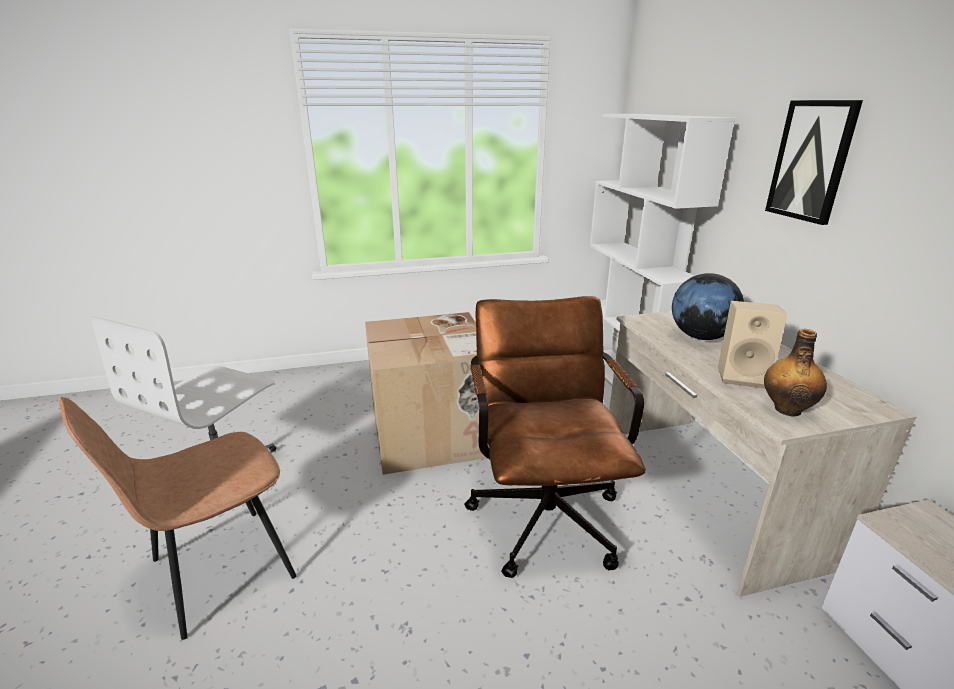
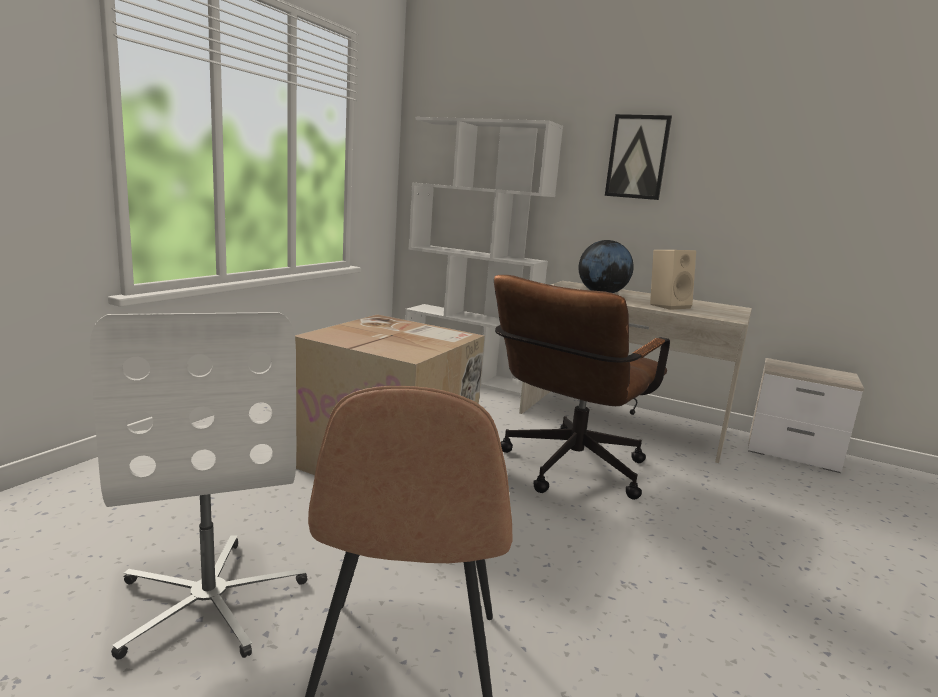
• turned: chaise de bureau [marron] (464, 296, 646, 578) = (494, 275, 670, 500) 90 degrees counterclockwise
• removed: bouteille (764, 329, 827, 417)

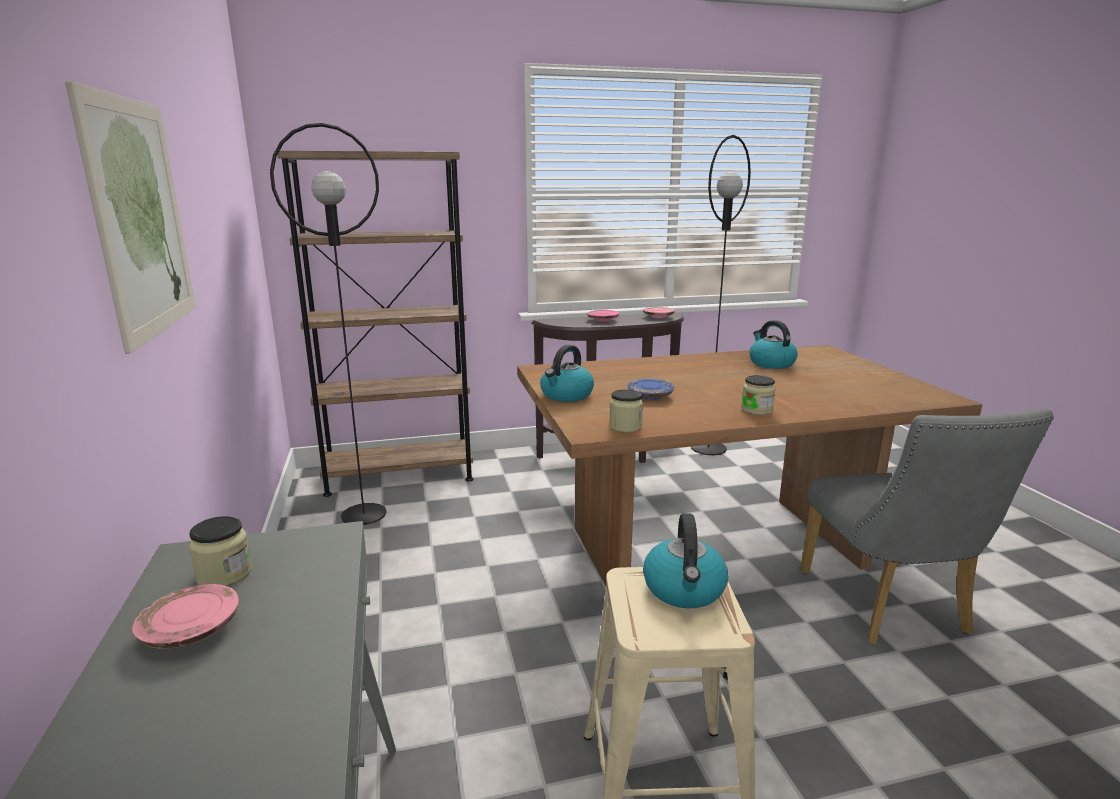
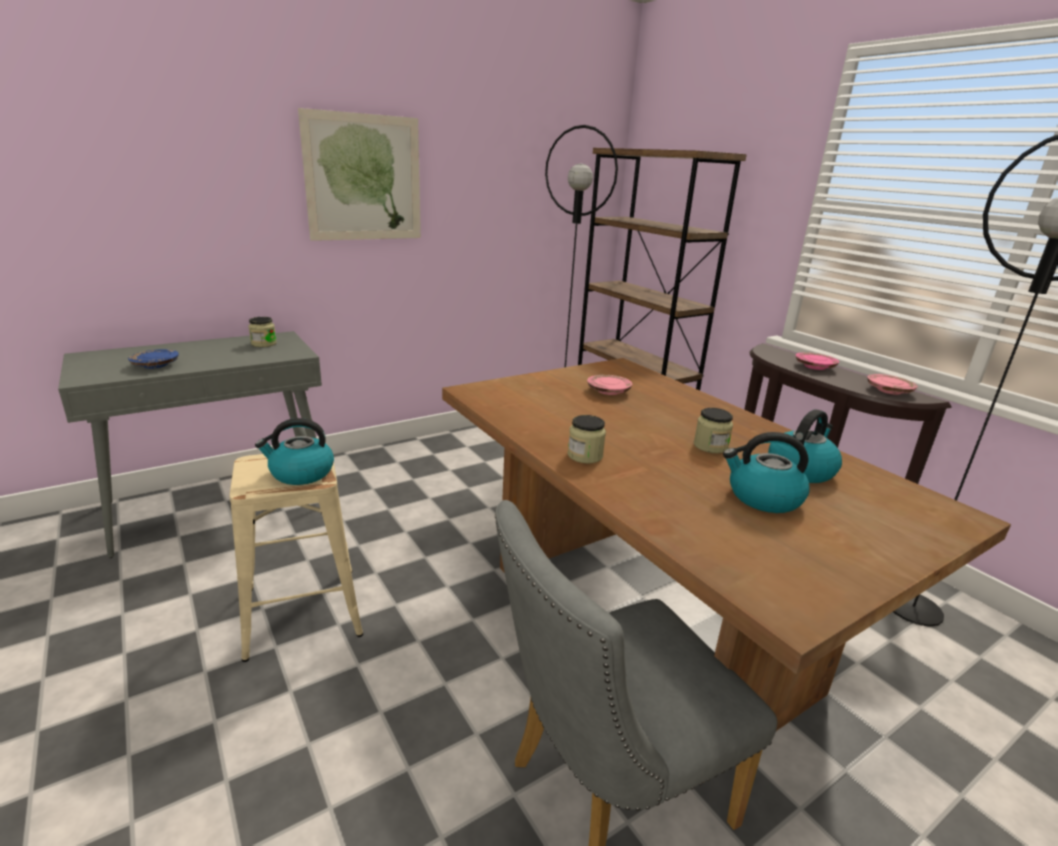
• moved: bouilloire (540, 345, 594, 402) to (723, 432, 810, 513)
• moved: assiette [bleu] (628, 379, 674, 400) to (128, 349, 179, 369)
• moved: bocal (609, 390, 643, 432) to (694, 408, 733, 453)
• moved: assiette [rose] (132, 584, 239, 649) to (587, 375, 632, 395)

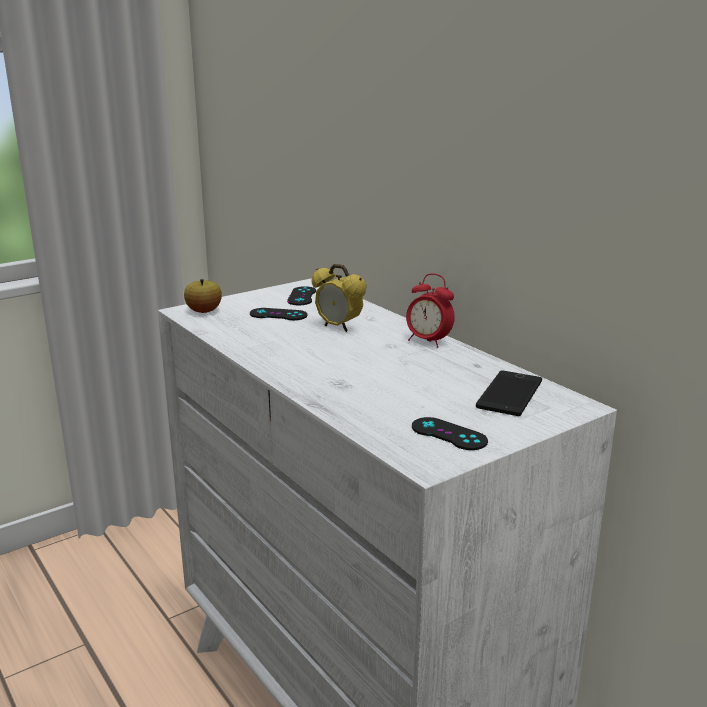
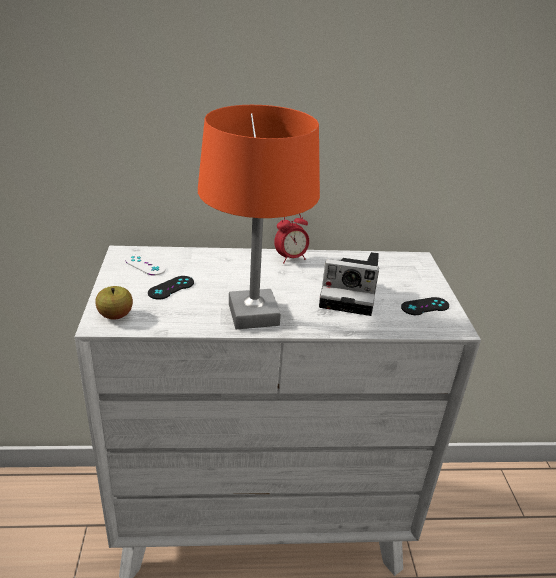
• removed: réveil (312, 264, 366, 332)
• recoloured: manette [noir] (287, 286, 316, 305) to manette [blanc] (125, 254, 166, 276)
• removed: téléphone (476, 370, 542, 416)
• added: lampe de table [orange] (198, 105, 320, 329)
• added: appareil photo (319, 252, 379, 316)

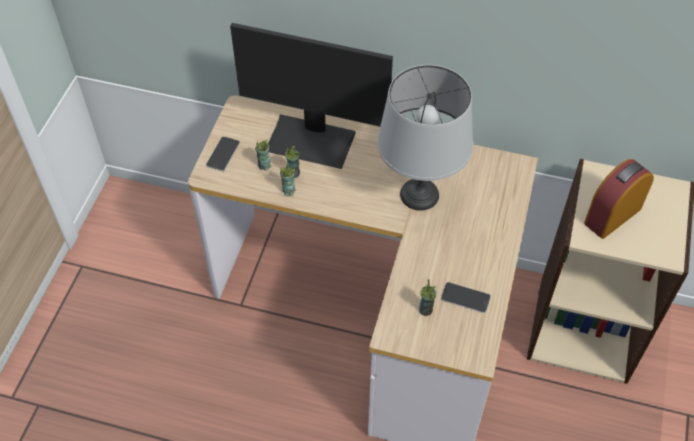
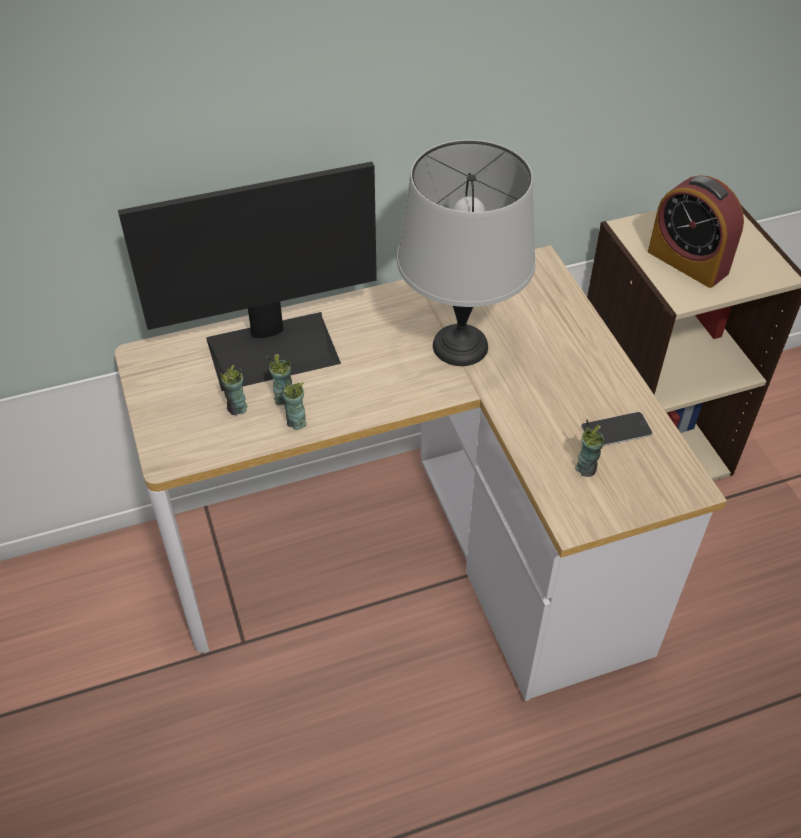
• removed: téléphone (206, 136, 240, 171)
• turned: réveil (584, 159, 654, 239) = (648, 175, 744, 288) 60 degrees counterclockwise

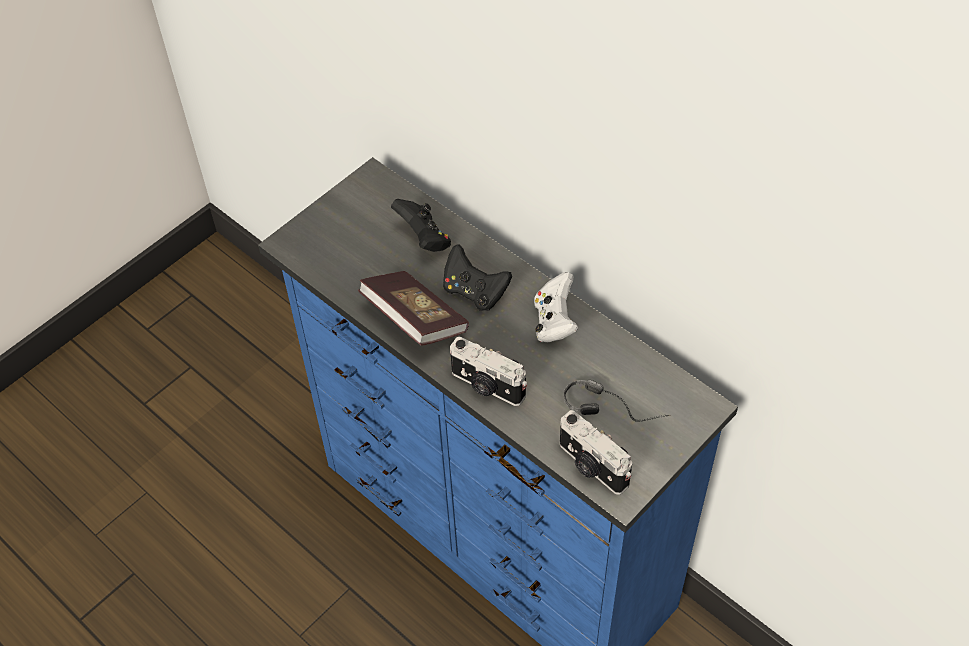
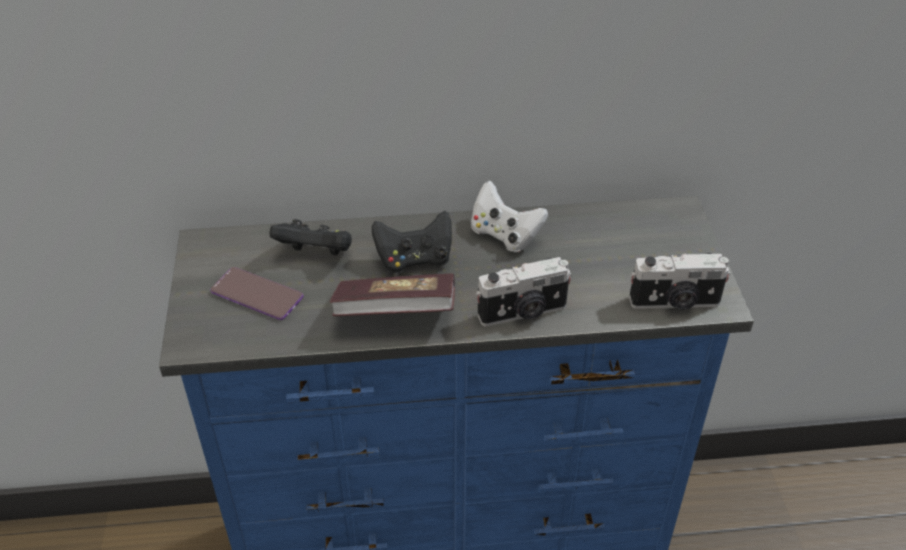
• removed: casque audio (563, 380, 671, 422)
• added: téléphone (211, 267, 303, 320)

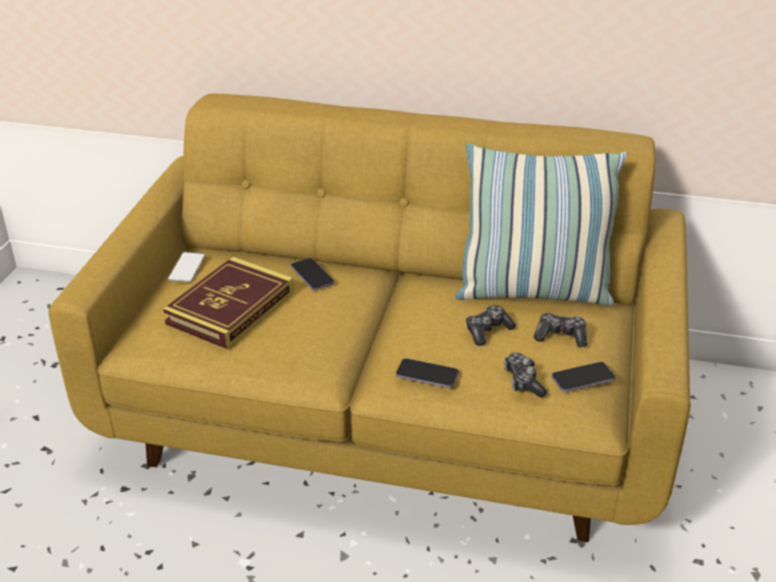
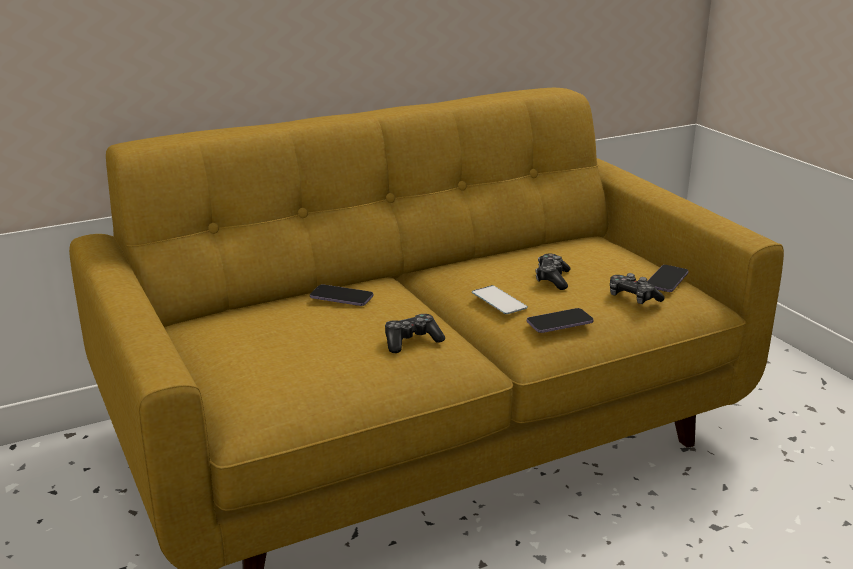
• removed: coussin (455, 143, 627, 305)
• moved: téléphone (168, 252, 205, 282) to (472, 285, 528, 314)
• removed: livre (163, 257, 294, 349)
• moved: manette (534, 313, 587, 347) to (385, 314, 445, 353)

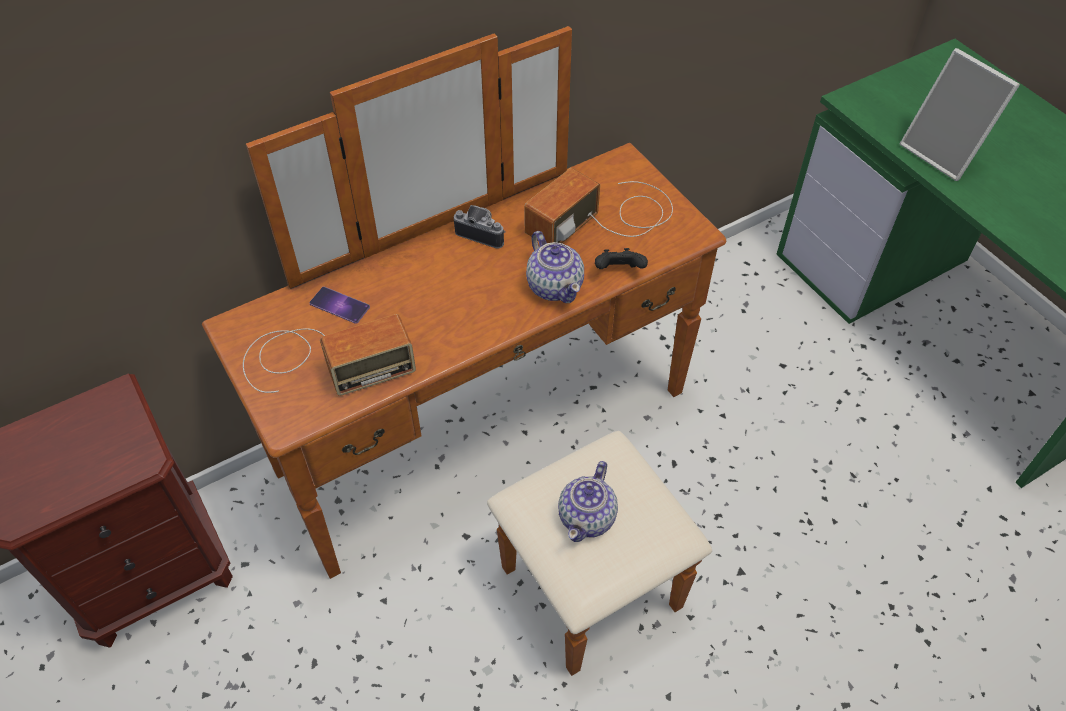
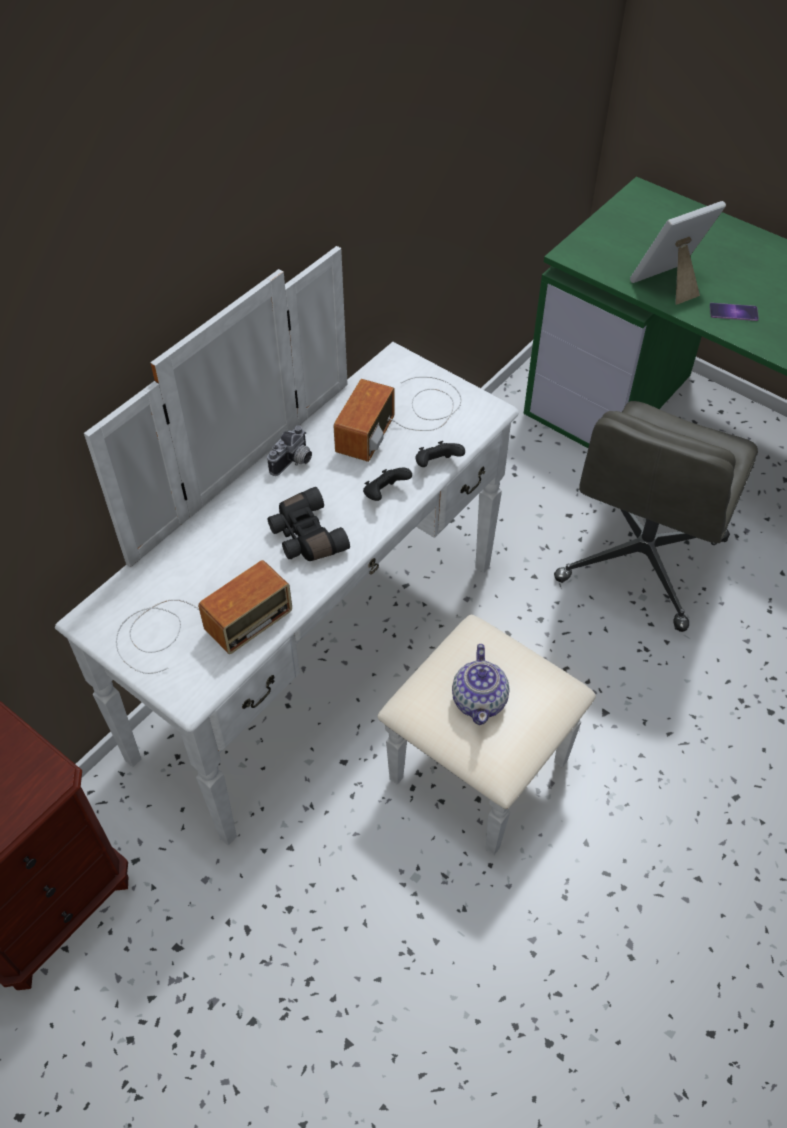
• recoloured: commode [marron] (202, 26, 726, 676) to commode [blanc] (55, 246, 596, 855)
• turned: cadre photo (900, 48, 1020, 181) = (630, 201, 726, 305) 120 degrees clockwise
• turned: appareil photo (454, 205, 506, 248) = (267, 426, 312, 476) 120 degrees clockwise
• replaced: théière (526, 231, 584, 303) to manette [noir] (363, 468, 412, 501)
• moved: téléphone (309, 287, 370, 324) to (710, 303, 759, 321)
• added: chaise de bureau [gris] (554, 401, 758, 632)
• added: jumelles [noir] (268, 487, 350, 561)

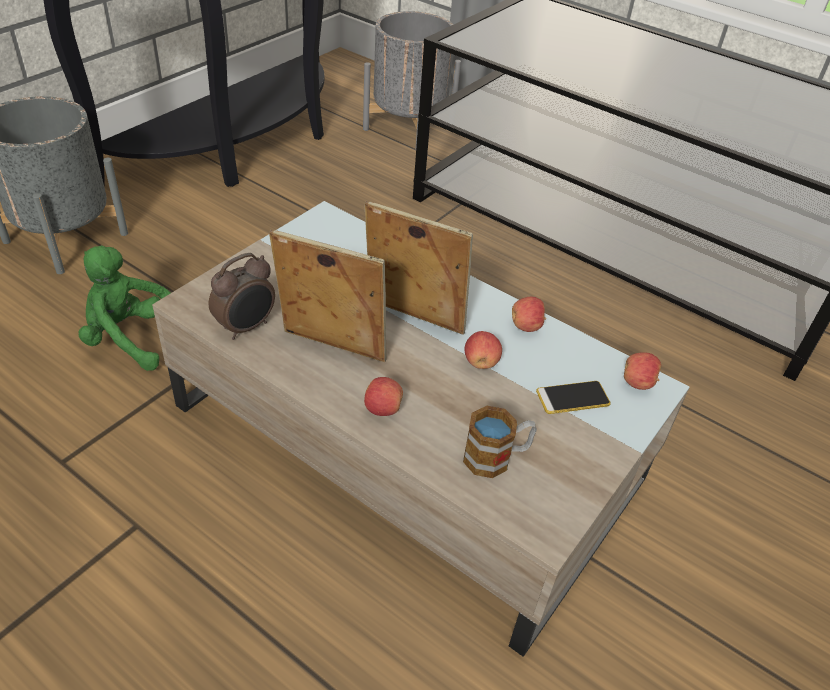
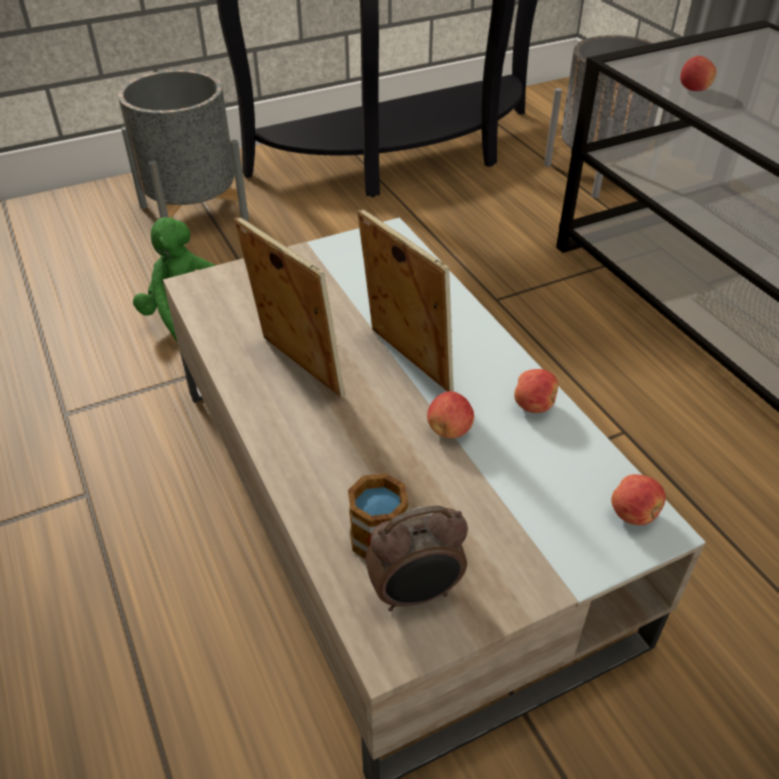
• moved: réveil (209, 253, 275, 340) to (365, 506, 468, 611)
• moved: pomme (364, 377, 403, 416) to (680, 56, 716, 91)
• removed: téléphone (536, 381, 611, 414)

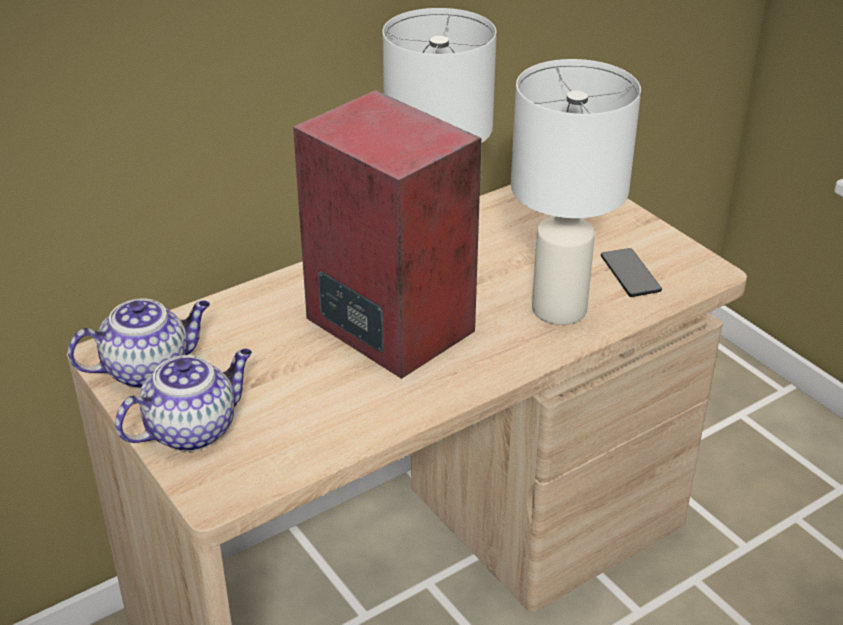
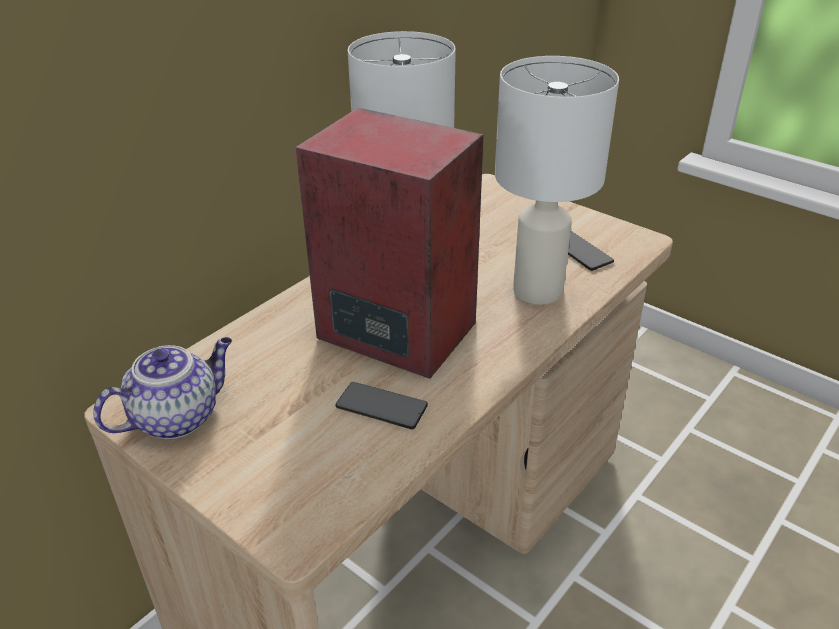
• removed: théière (115, 349, 252, 452)
• added: téléphone (336, 382, 428, 429)

